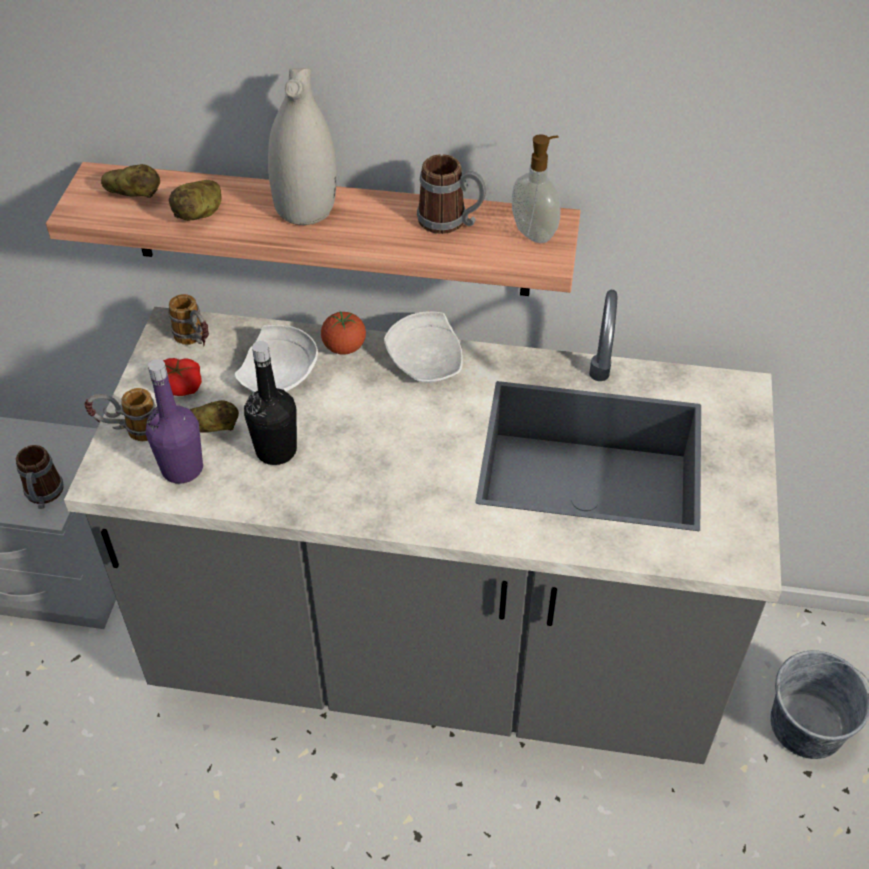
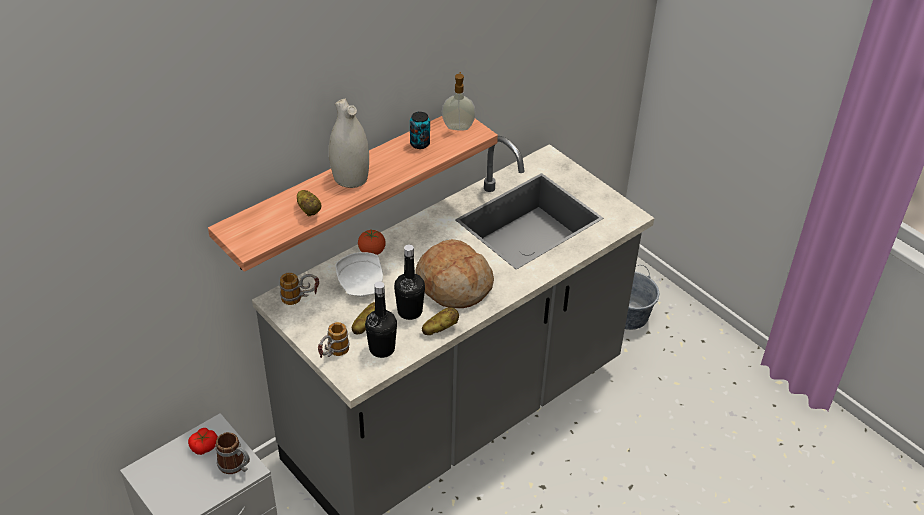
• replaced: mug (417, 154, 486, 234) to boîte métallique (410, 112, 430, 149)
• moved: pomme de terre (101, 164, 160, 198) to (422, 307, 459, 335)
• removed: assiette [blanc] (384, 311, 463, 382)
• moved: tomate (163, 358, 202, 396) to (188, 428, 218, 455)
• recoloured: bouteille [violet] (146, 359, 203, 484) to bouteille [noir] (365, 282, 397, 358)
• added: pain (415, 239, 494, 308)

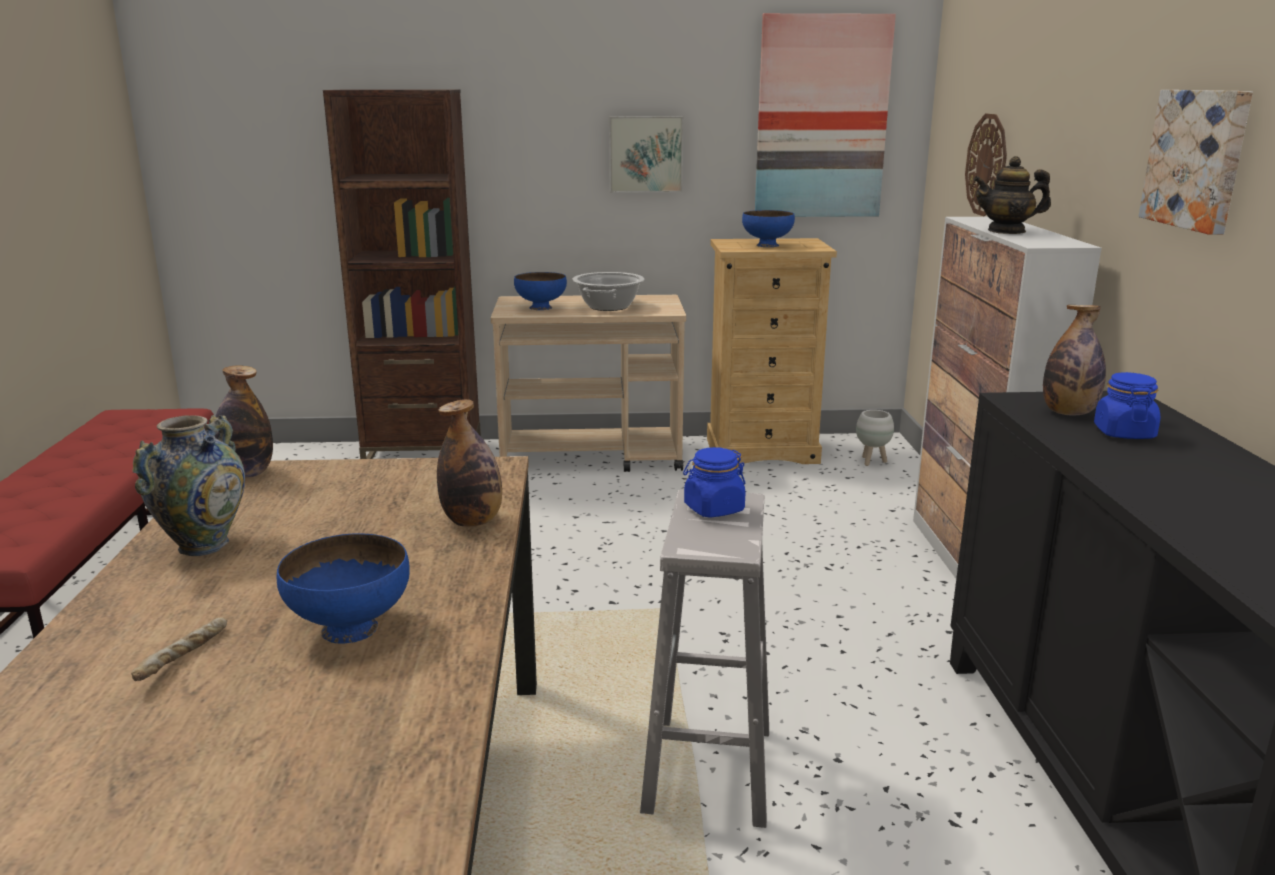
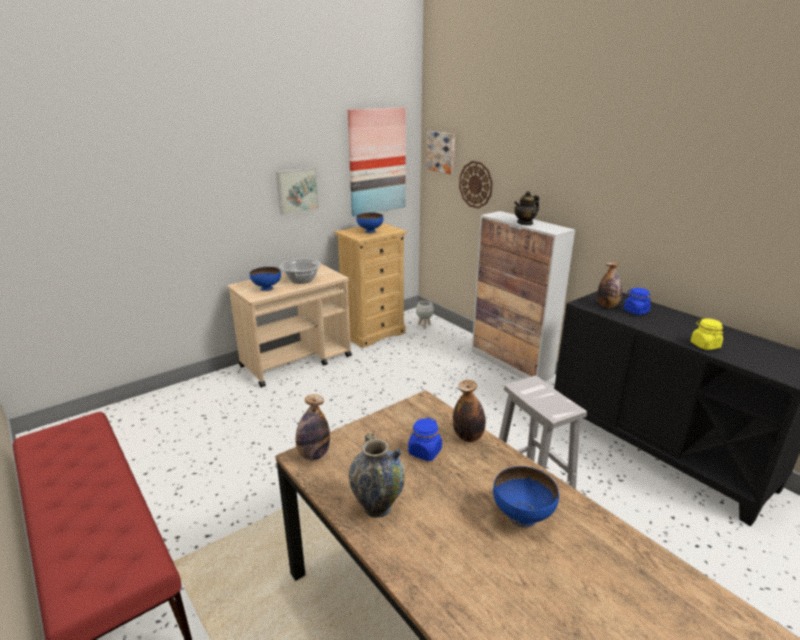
• removed: bibliothèque [marron] (323, 89, 481, 459)
• moved: tableau (1139, 90, 1253, 235) to (426, 131, 455, 174)
• moved: bocal [bleu] (683, 447, 746, 518) to (408, 417, 442, 461)
• removed: pain (131, 618, 227, 681)
• added: bocal [jaune] (691, 319, 723, 350)

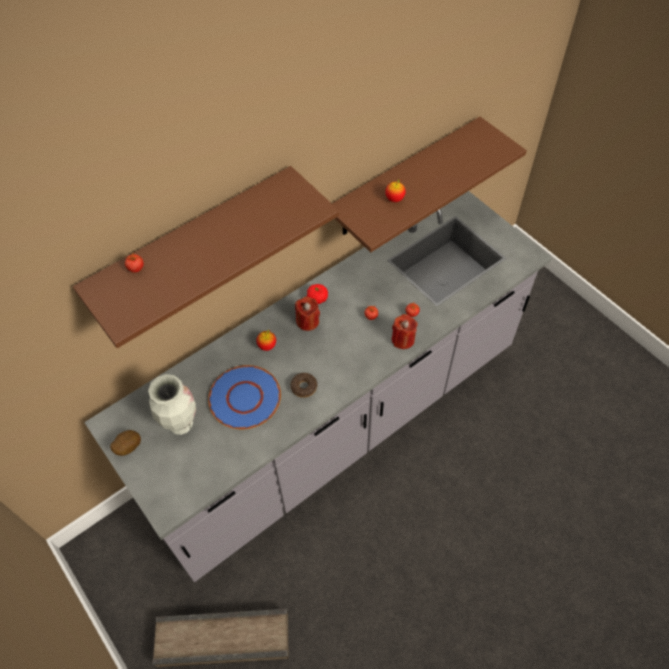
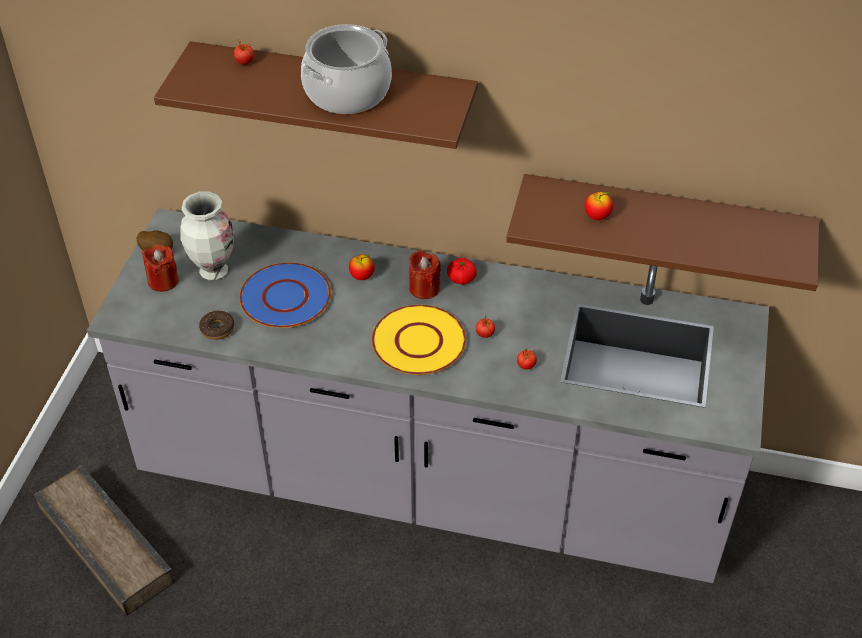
• moved: bougie [rouge] (392, 314, 418, 349) to (142, 244, 179, 292)
• moved: beignet (290, 373, 317, 398) to (199, 311, 235, 340)
• added: marmite (301, 24, 392, 114)
• added: assiette [jaune] (372, 305, 466, 375)

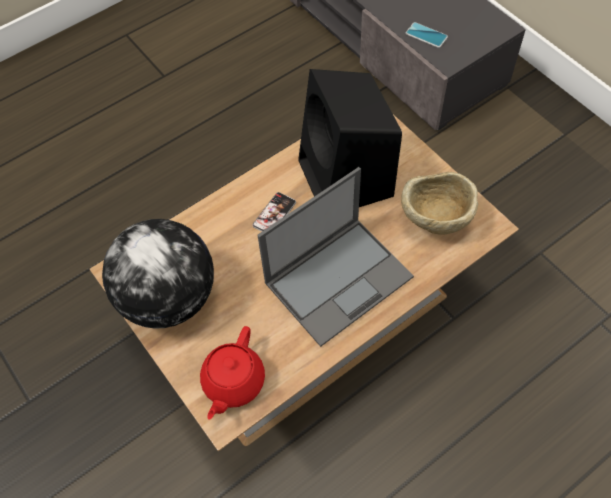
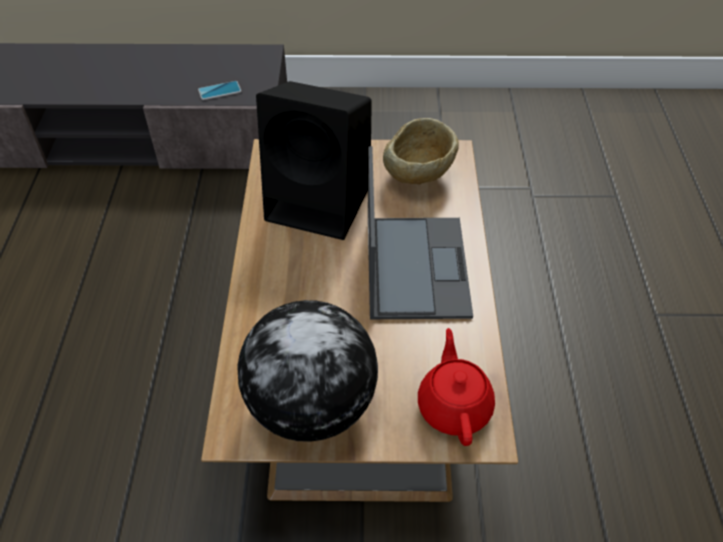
• removed: téléphone (252, 192, 296, 232)
• turned: théière [rouge] (200, 326, 265, 419) = (418, 328, 495, 446) 150 degrees counterclockwise

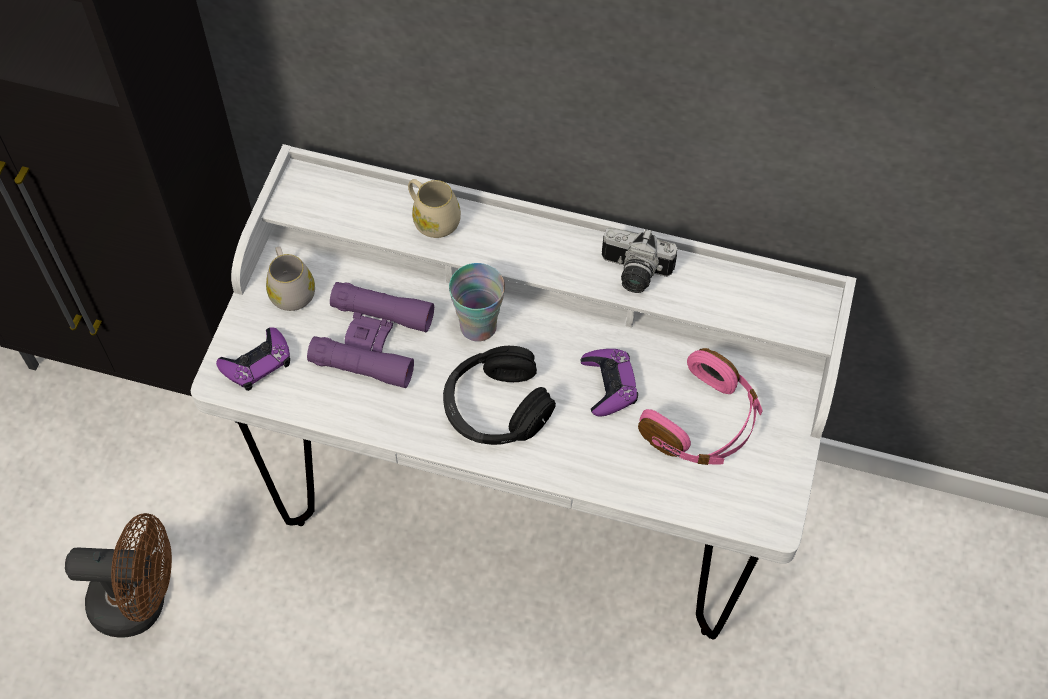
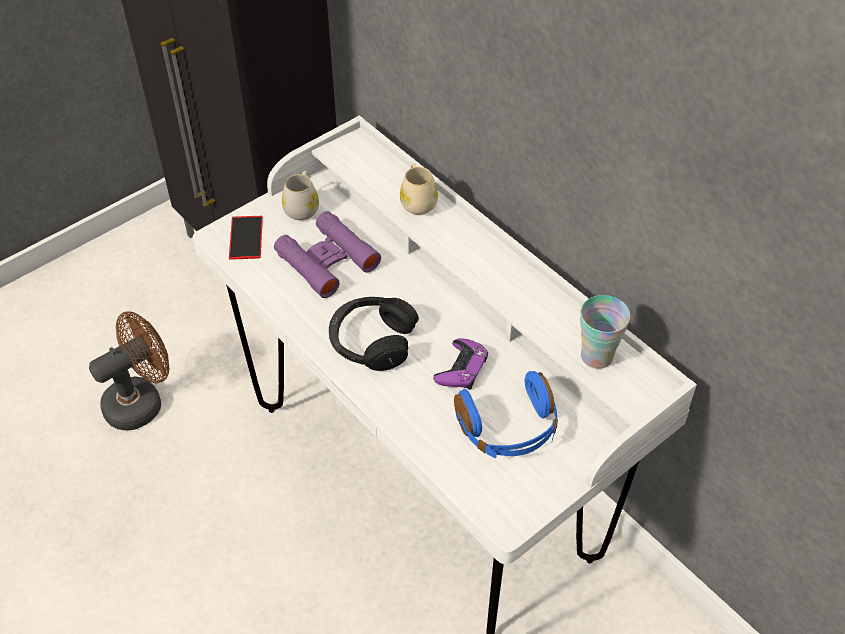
• removed: appareil photo (602, 227, 678, 293)
• moved: tasse (449, 263, 505, 342) to (580, 295, 630, 369)
• replaced: manette [violet] (216, 327, 290, 391) to téléphone (229, 216, 263, 260)
• recoloured: casque audio [rose] (638, 348, 762, 465) to casque audio [bleu] (454, 371, 558, 458)
• turned: ventilateur [marron] (65, 513, 172, 638) = (89, 311, 169, 430) 75 degrees counterclockwise

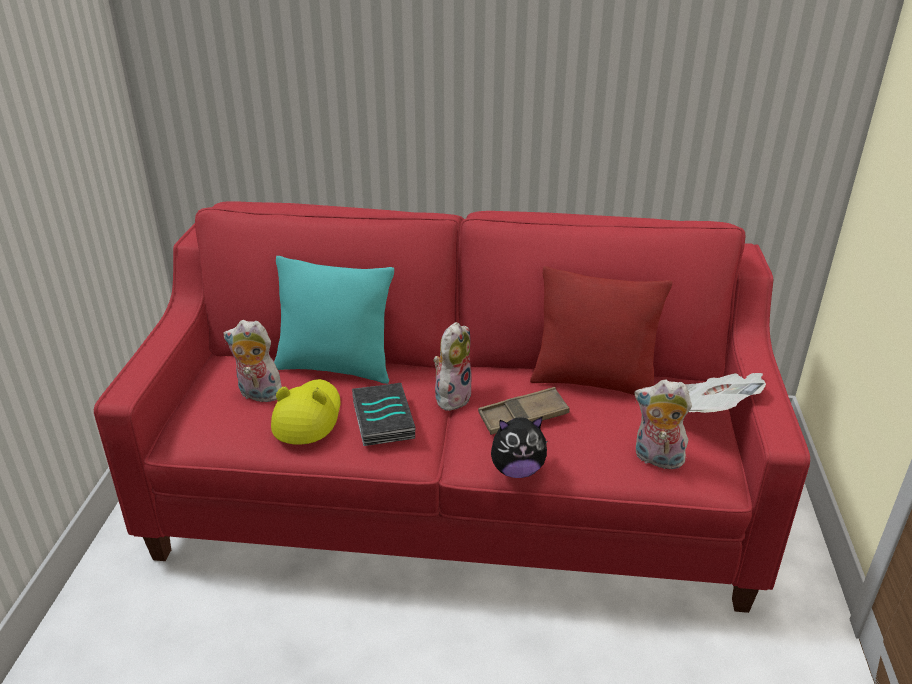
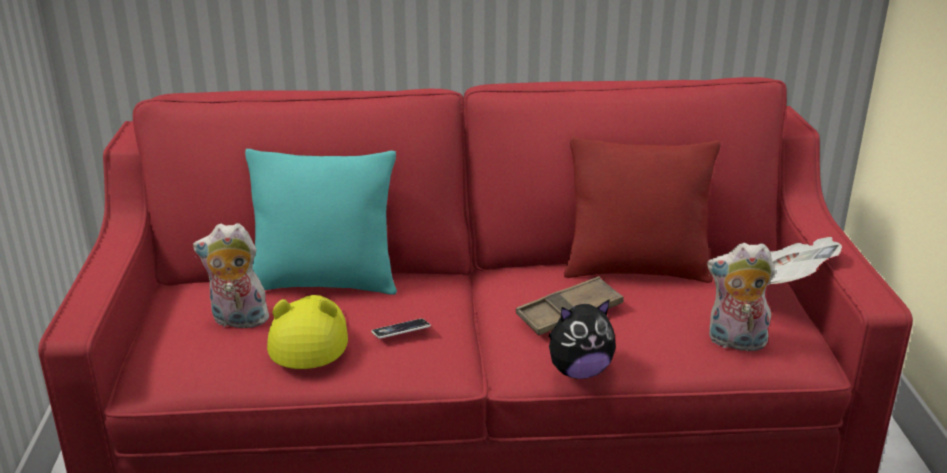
• removed: peluche (433, 322, 472, 411)
• replaced: livre (352, 383, 415, 446) to téléphone (371, 318, 431, 339)

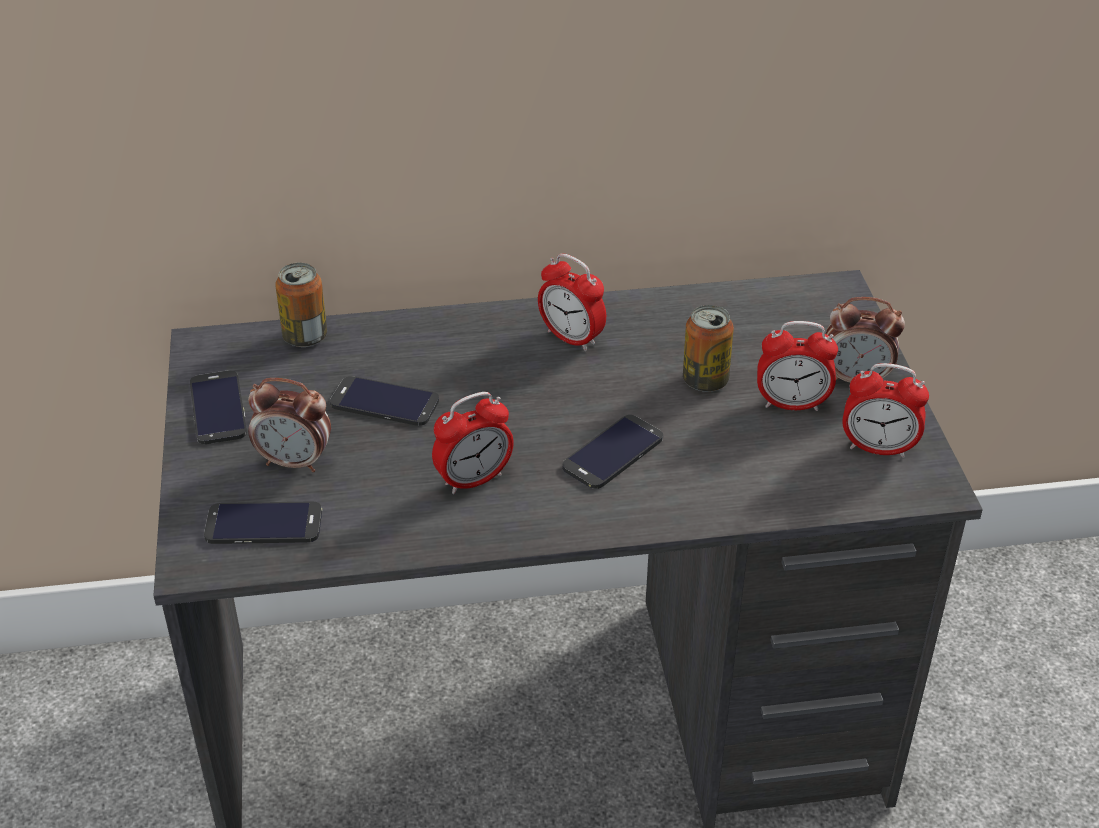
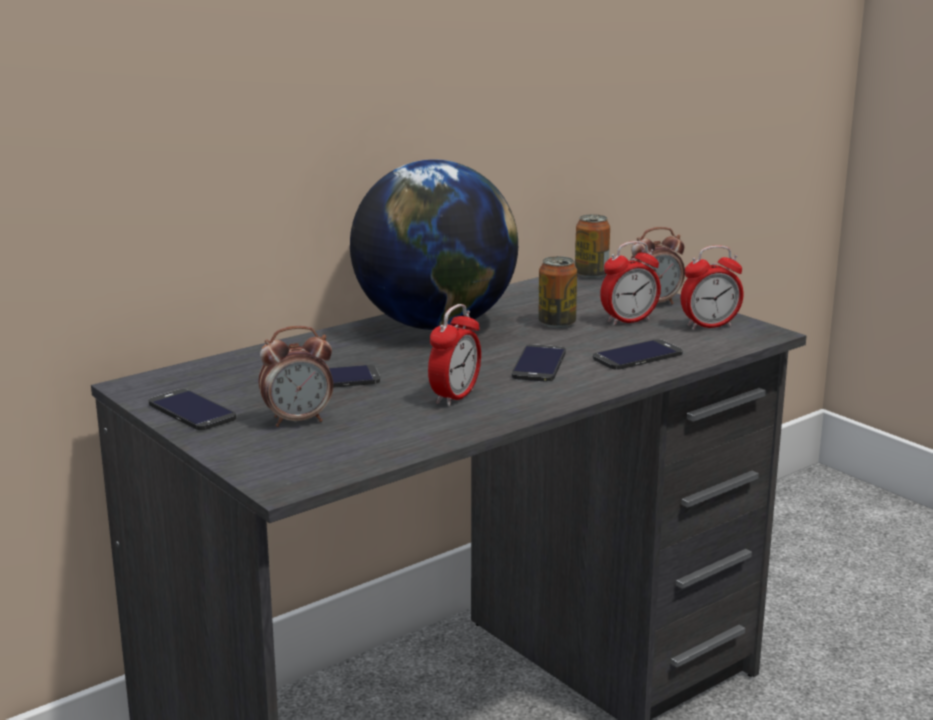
• replaced: réveil (538, 254, 606, 351) to globe (350, 159, 518, 330)
• moved: boîte métallique (275, 263, 327, 347) to (575, 214, 610, 278)
• moved: téléphone (204, 502, 322, 544) to (593, 339, 683, 370)

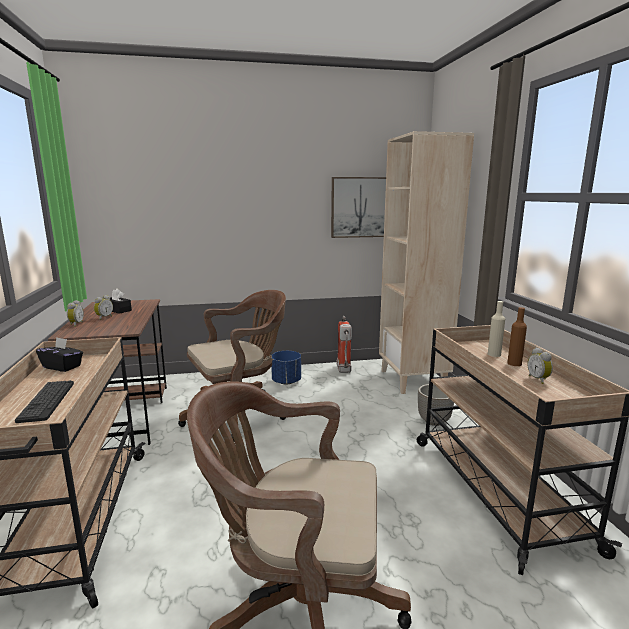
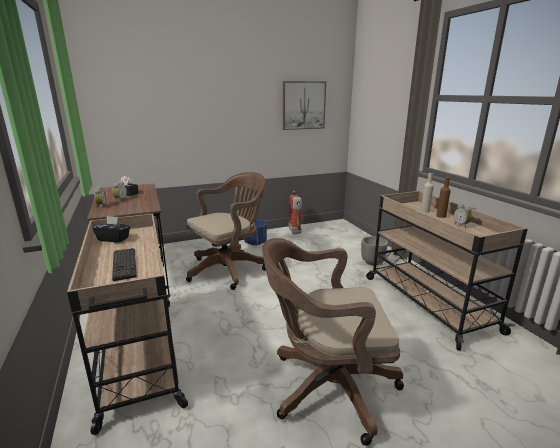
• removed: bibliothèque [beige] (379, 131, 474, 394)

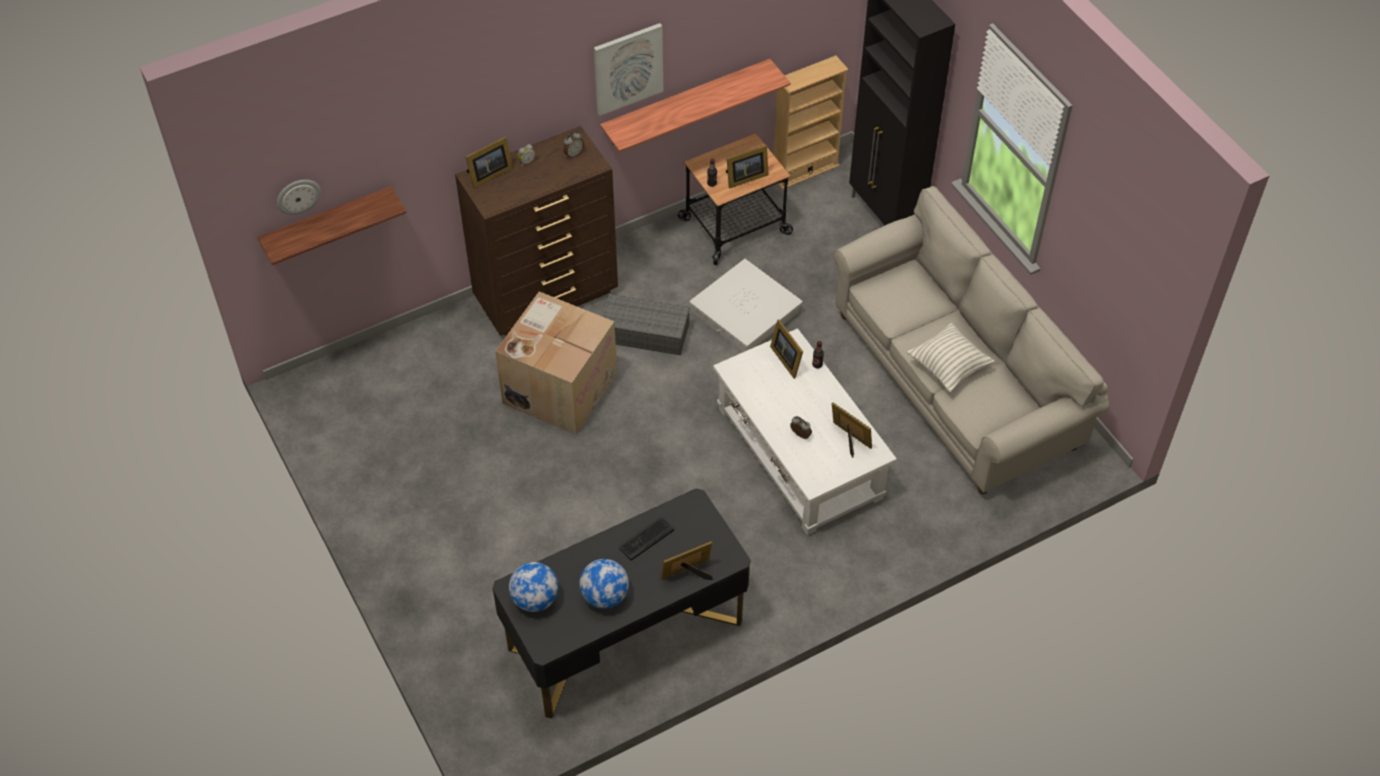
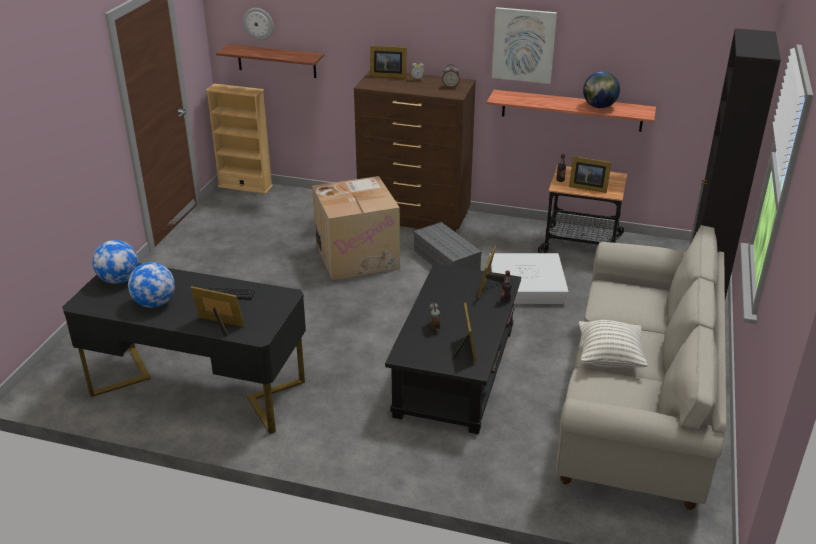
• moved: bibliothèque [beige] (773, 55, 848, 189) to (205, 84, 273, 194)
• recoloured: table basse [blanc] (713, 328, 897, 535) to table basse [noir] (385, 264, 521, 434)
• added: globe (583, 72, 620, 108)

